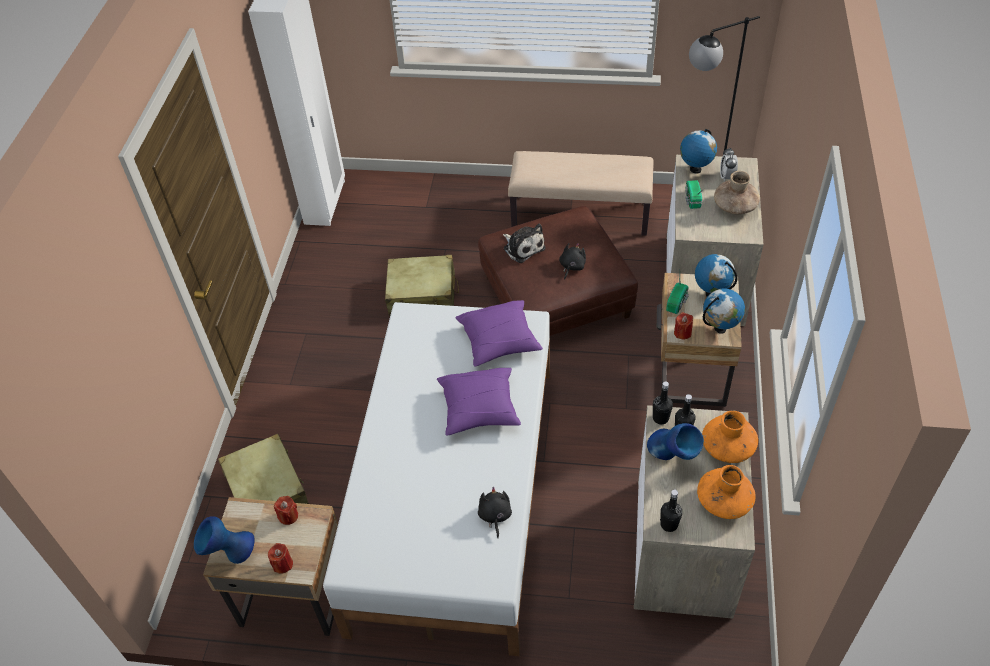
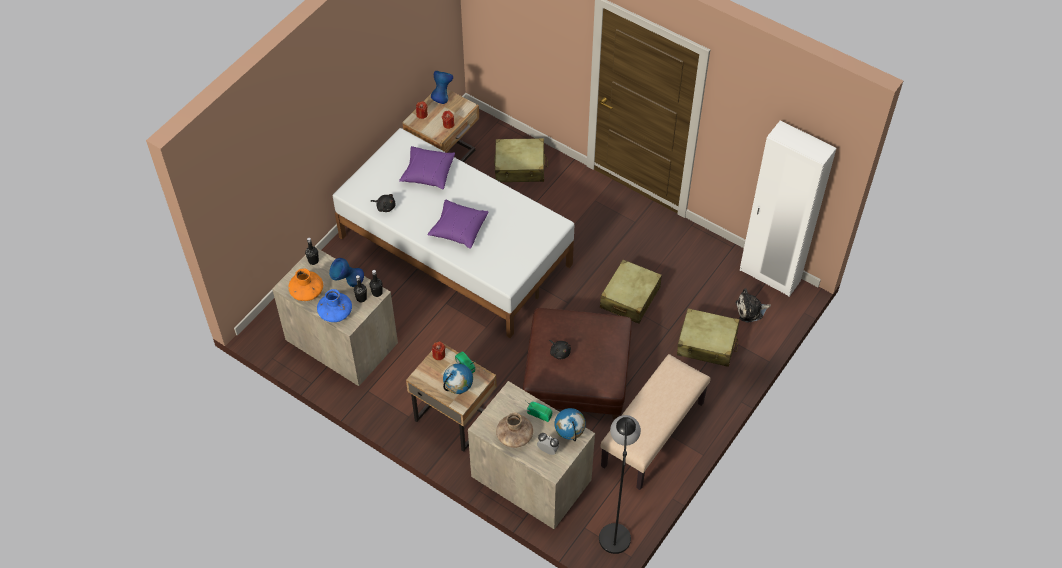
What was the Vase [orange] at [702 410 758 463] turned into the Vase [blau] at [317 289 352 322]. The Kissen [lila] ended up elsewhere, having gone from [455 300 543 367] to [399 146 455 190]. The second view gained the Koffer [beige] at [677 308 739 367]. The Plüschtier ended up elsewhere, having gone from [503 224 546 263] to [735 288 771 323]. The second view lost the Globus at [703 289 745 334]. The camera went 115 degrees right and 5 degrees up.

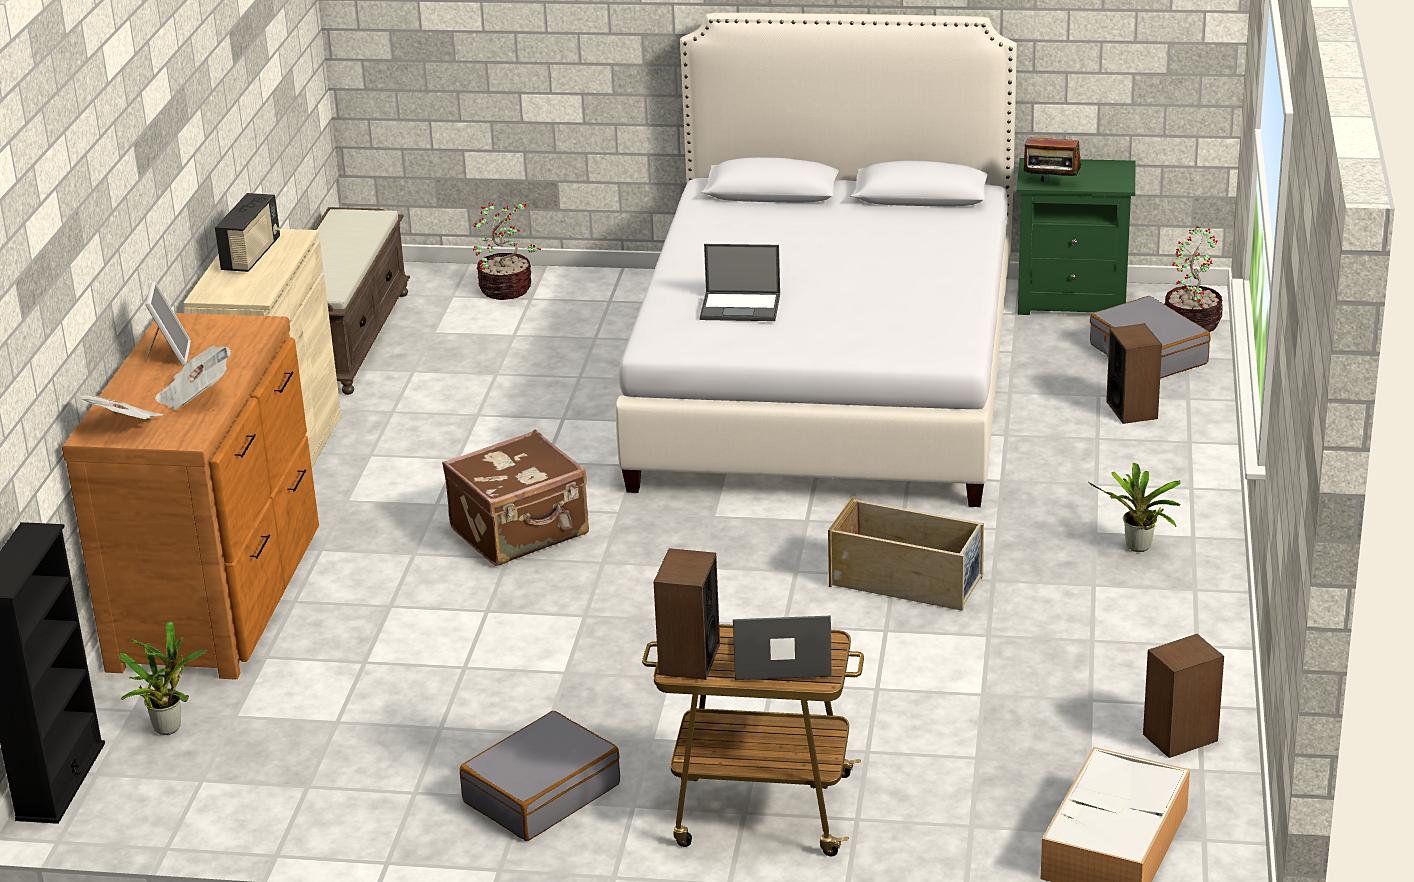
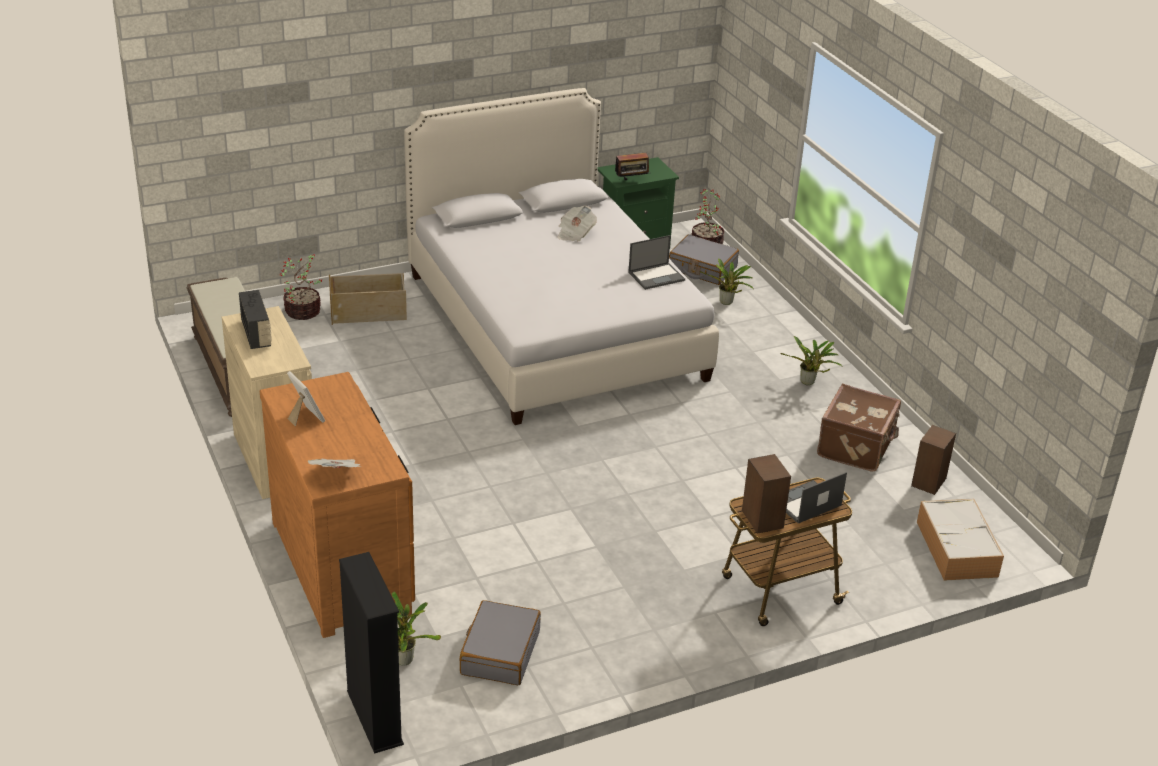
The Aufbewahrungsbox [beige] ended up elsewhere, having gone from [828 496 984 611] to [329 273 407 325]. The Koffer [grau] ended up elsewhere, having gone from [460 711 620 841] to [460 600 541 685]. The Zeitung ended up elsewhere, having gone from [155 346 231 410] to [557 206 597 241]. The Laptop ended up elsewhere, having gone from [700 244 780 321] to [628 235 685 290]. Where the Lautsprecher stood at [1106 323 1162 424], the Topfpflanze came to stand at [700 258 754 305]. The Koffer [braun] ended up elsewhere, having gone from [442 430 589 566] to [817 384 901 472]. The camera went 35 degrees left and 5 degrees up.

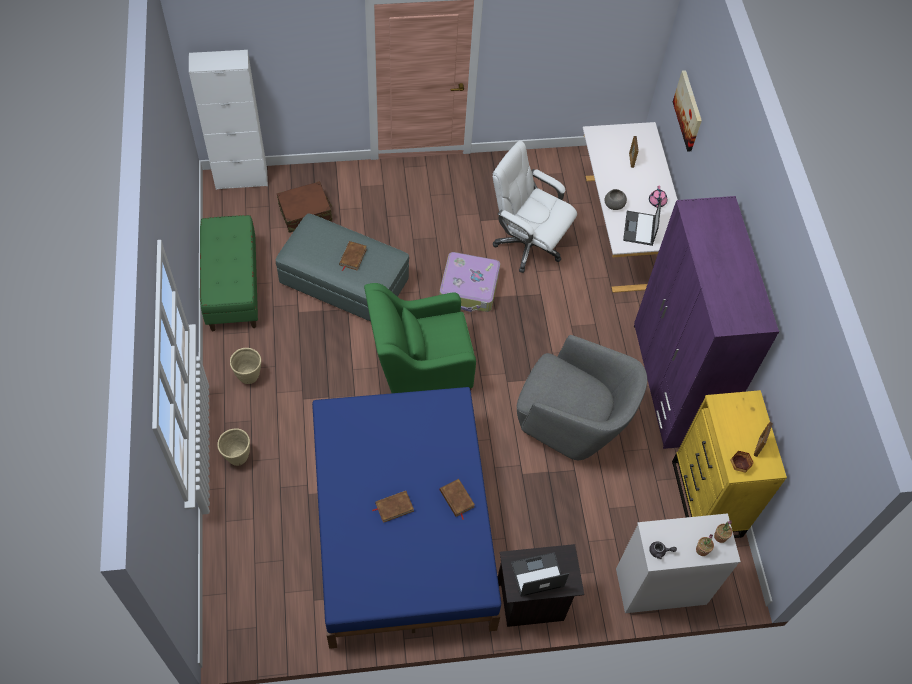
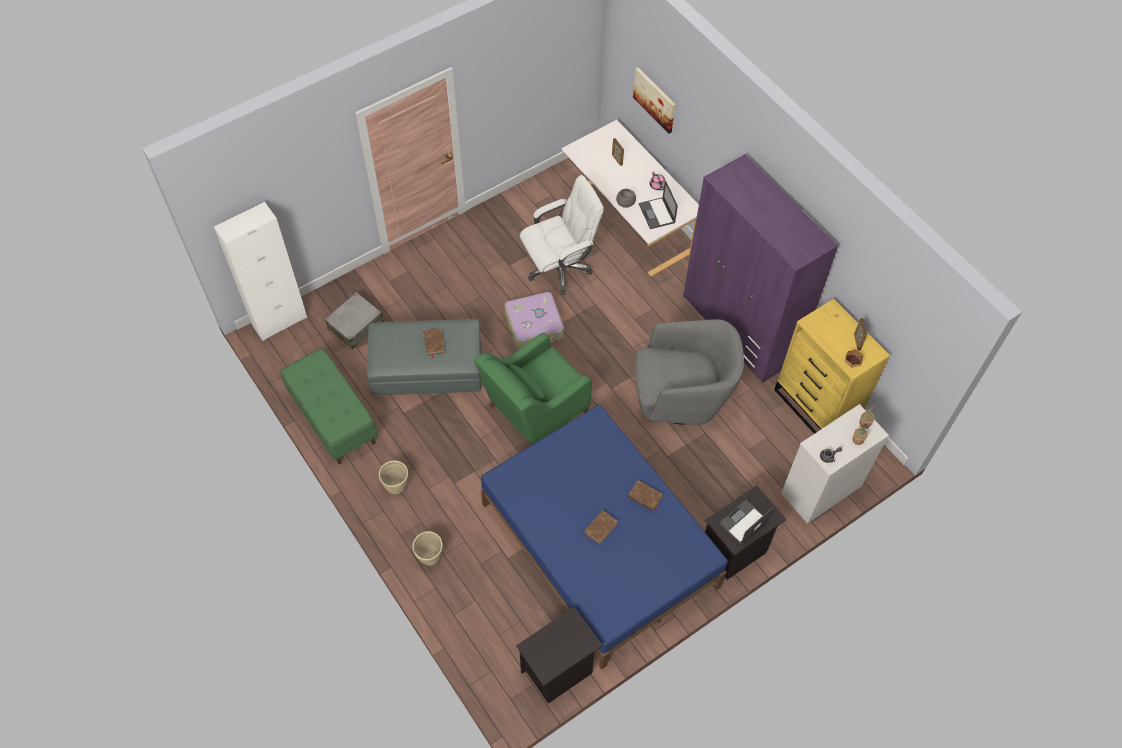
What was the Koffer [braun] at [277 181 332 233] turned into the Koffer [grau] at [325 292 384 349]. The second view gained the Nachttisch [schwarz] at [516 607 603 704]. The Bürostuhl [weiß] at [493 141 577 273] ended up facing another way, 150 degrees clockwise from before. The camera went 25 degrees left and 0 degrees up.

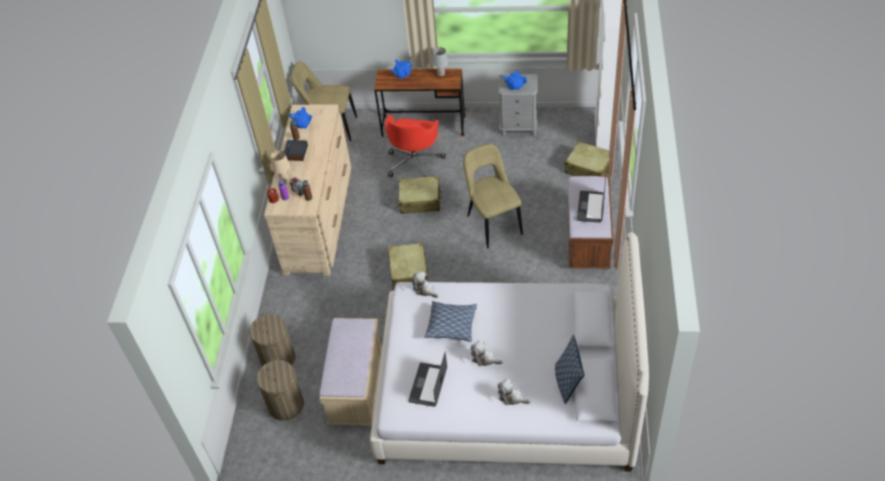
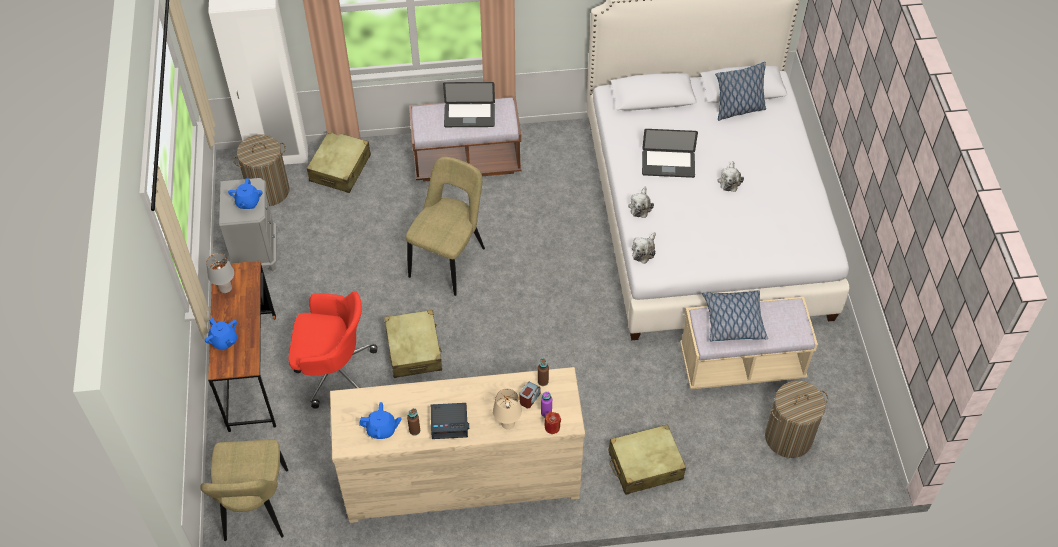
The Wäschekorb ended up elsewhere, having gone from [249 312 295 366] to [233 135 290 206]. The Stuhl [beige] at [463 144 523 248] ended up facing another way, 150 degrees clockwise from before. The Koffer [beige] ended up elsewhere, having gone from [388 243 428 290] to [608 424 686 495]. The Plüschtier ended up elsewhere, having gone from [498 379 531 405] to [628 187 654 218]. The Laptop ended up elsewhere, having gone from [408 352 447 407] to [642 129 698 178]. The Kissen ended up elsewhere, having gone from [425 301 477 342] to [702 290 768 341]. The camera went 105 degrees left and 5 degrees up.

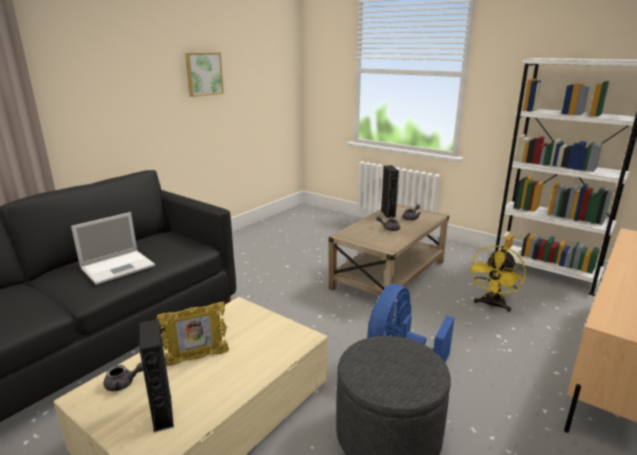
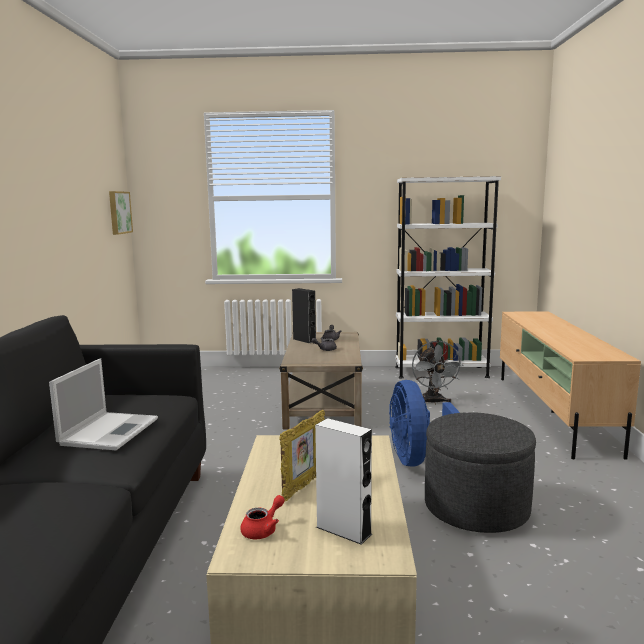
The Bild ended up elsewhere, having gone from [185 52 224 97] to [109 191 133 235]. What was the Teekanne [grau] at [104 362 143 391] turned into the Teekanne [rot] at [240 495 285 539]. What was the Lautsprecher [schwarz] at [139 319 174 432] turned into the Lautsprecher [weiß] at [315 418 372 545]. What was the Ventilator [gelb] at [469 245 526 312] turned into the Ventilator [grau] at [412 340 463 405]. The camera went 35 degrees left and 10 degrees down.

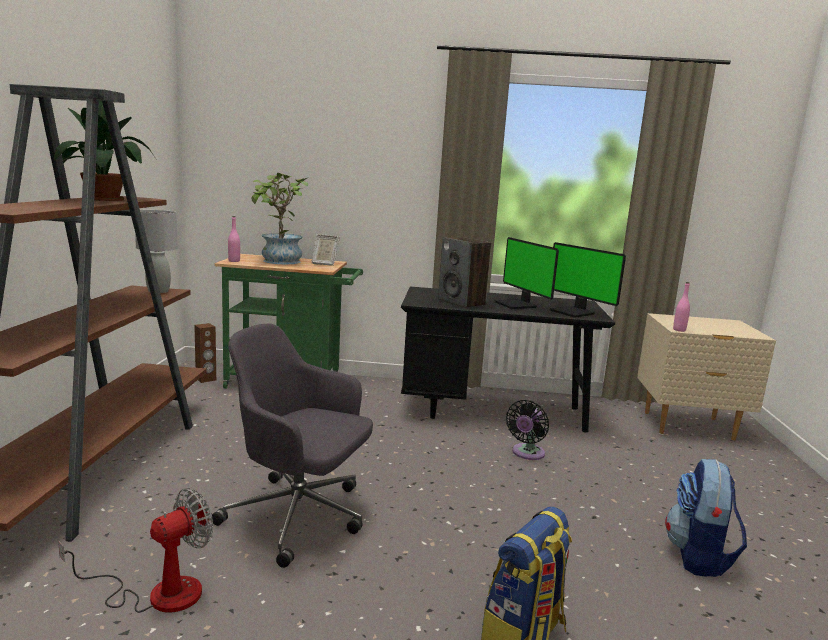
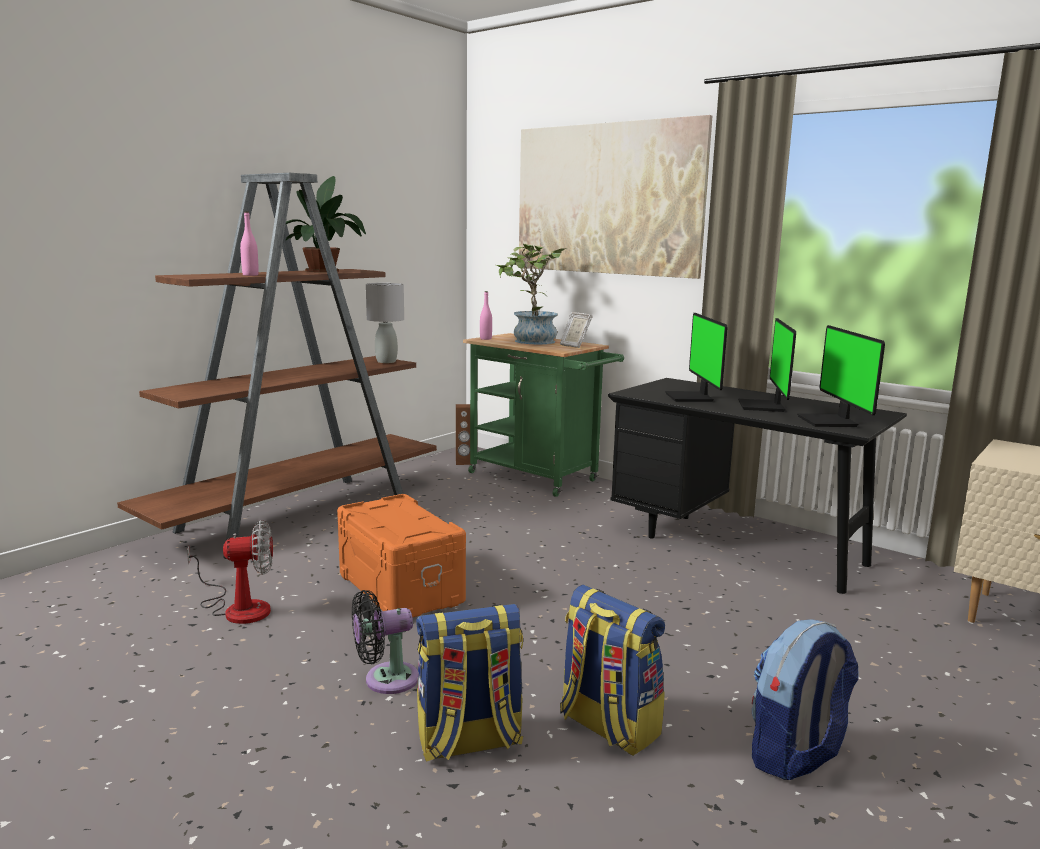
The Flasche [rosa] ended up elsewhere, having gone from [673 282 690 332] to [240 212 259 276]. Where the Bürostuhl [grau] stood at [212 324 373 568], the Aufbewahrungsbox [orange] came to stand at [337 494 466 617]. The Ventilator [schwarz] ended up elsewhere, having gone from [506 400 549 460] to [352 590 419 694]. The second view gained the Bild at [519 115 712 279]. The second view gained the Rucksack at [560 585 665 756]. Where the Lautsprecher stood at [438 237 491 308], the Monitor came to stand at [665 313 728 402]. The camera went 35 degrees right and 0 degrees up.

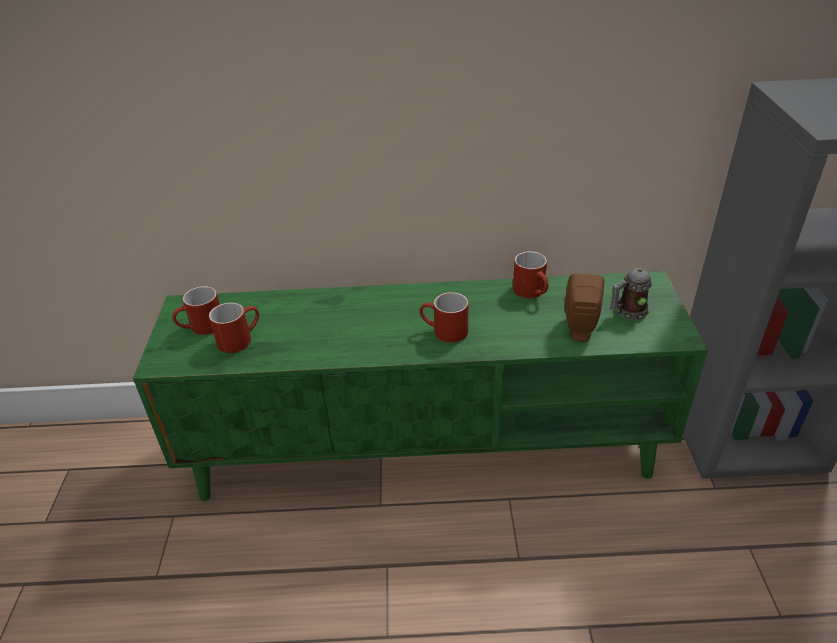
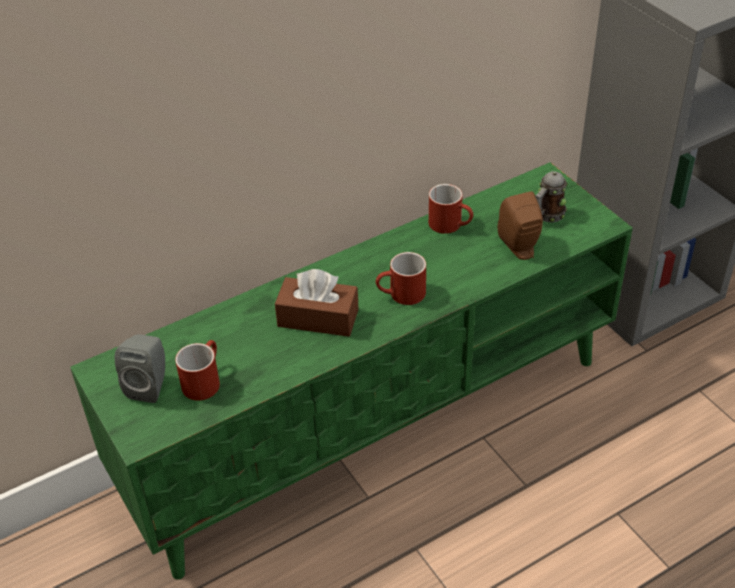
Where the Henkelbecher [rot] stood at [172 286 220 335], the Lautsprecher [grau] came to stand at [115 334 165 403]. The second view gained the Taschentuchbox [braun] at [275 269 359 337]. The camera went 30 degrees left and 5 degrees up.

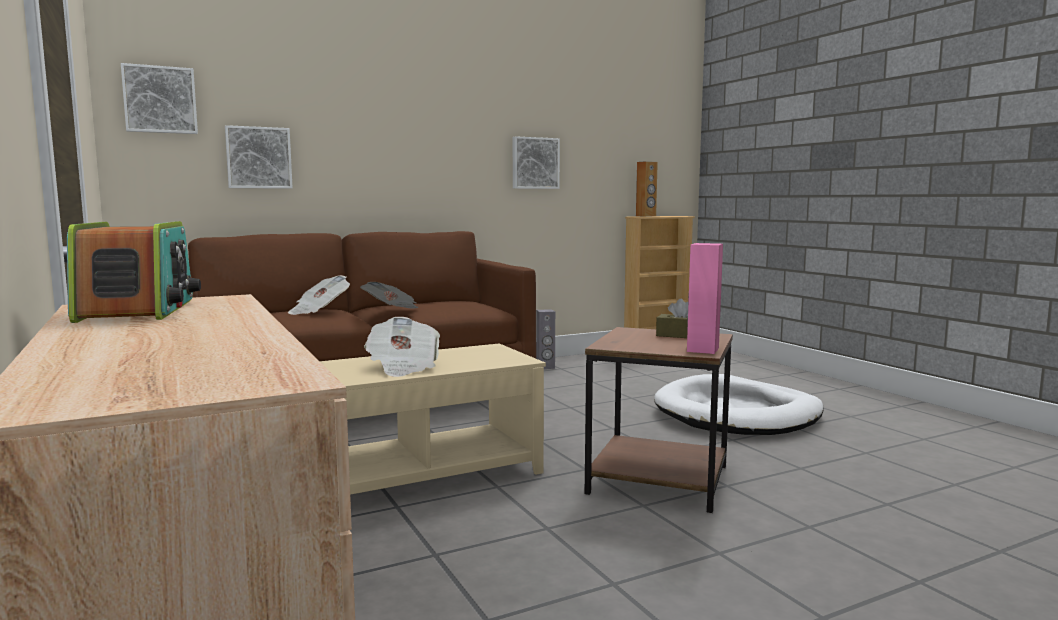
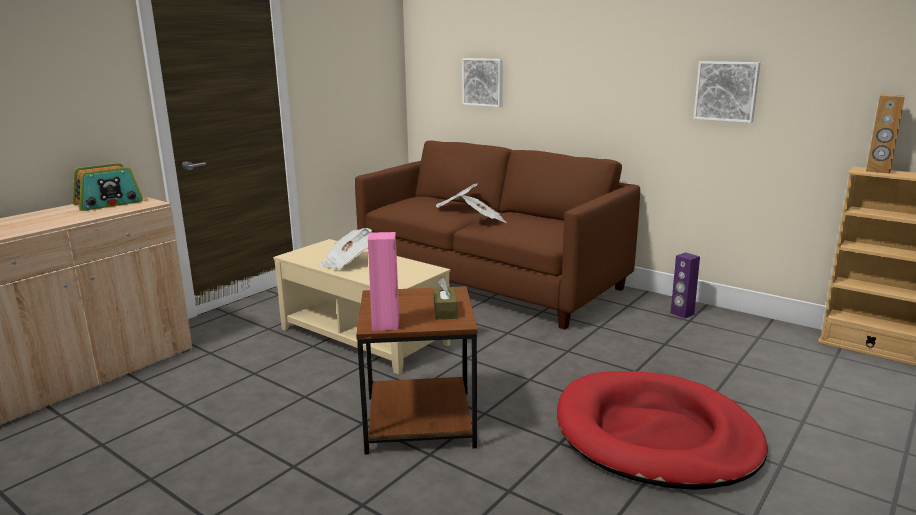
What was the Hundebett [weiß] at [654 374 824 435] turned into the Hundebett [rot] at [557 371 768 490]. What was the Lautsprecher [grau] at [536 309 555 369] turned into the Lautsprecher [lila] at [671 252 700 318]. The second view lost the Bild at [121 63 198 134]. The camera went 65 degrees right and 10 degrees up.

